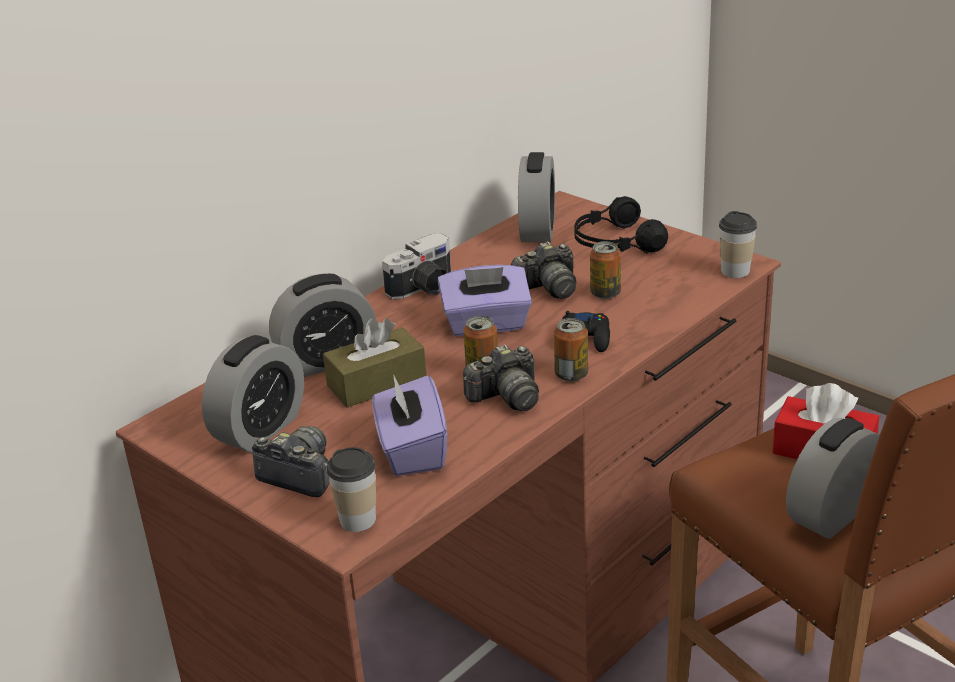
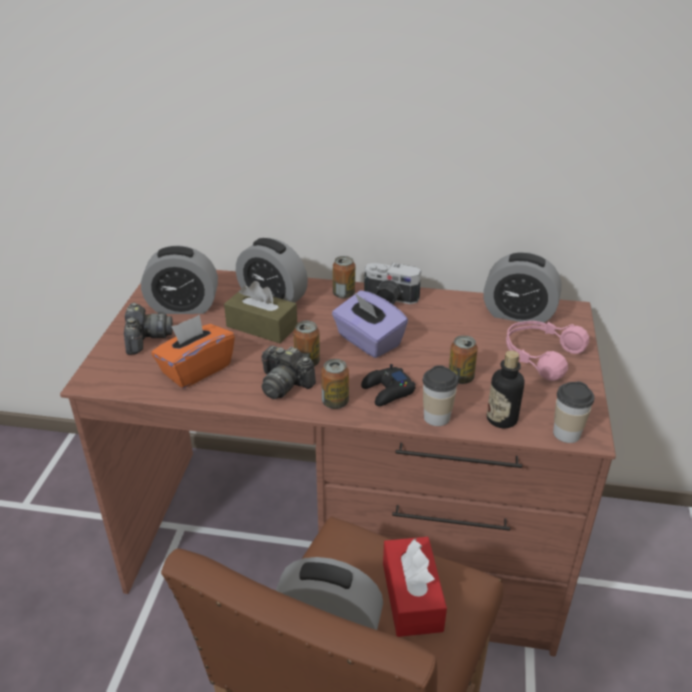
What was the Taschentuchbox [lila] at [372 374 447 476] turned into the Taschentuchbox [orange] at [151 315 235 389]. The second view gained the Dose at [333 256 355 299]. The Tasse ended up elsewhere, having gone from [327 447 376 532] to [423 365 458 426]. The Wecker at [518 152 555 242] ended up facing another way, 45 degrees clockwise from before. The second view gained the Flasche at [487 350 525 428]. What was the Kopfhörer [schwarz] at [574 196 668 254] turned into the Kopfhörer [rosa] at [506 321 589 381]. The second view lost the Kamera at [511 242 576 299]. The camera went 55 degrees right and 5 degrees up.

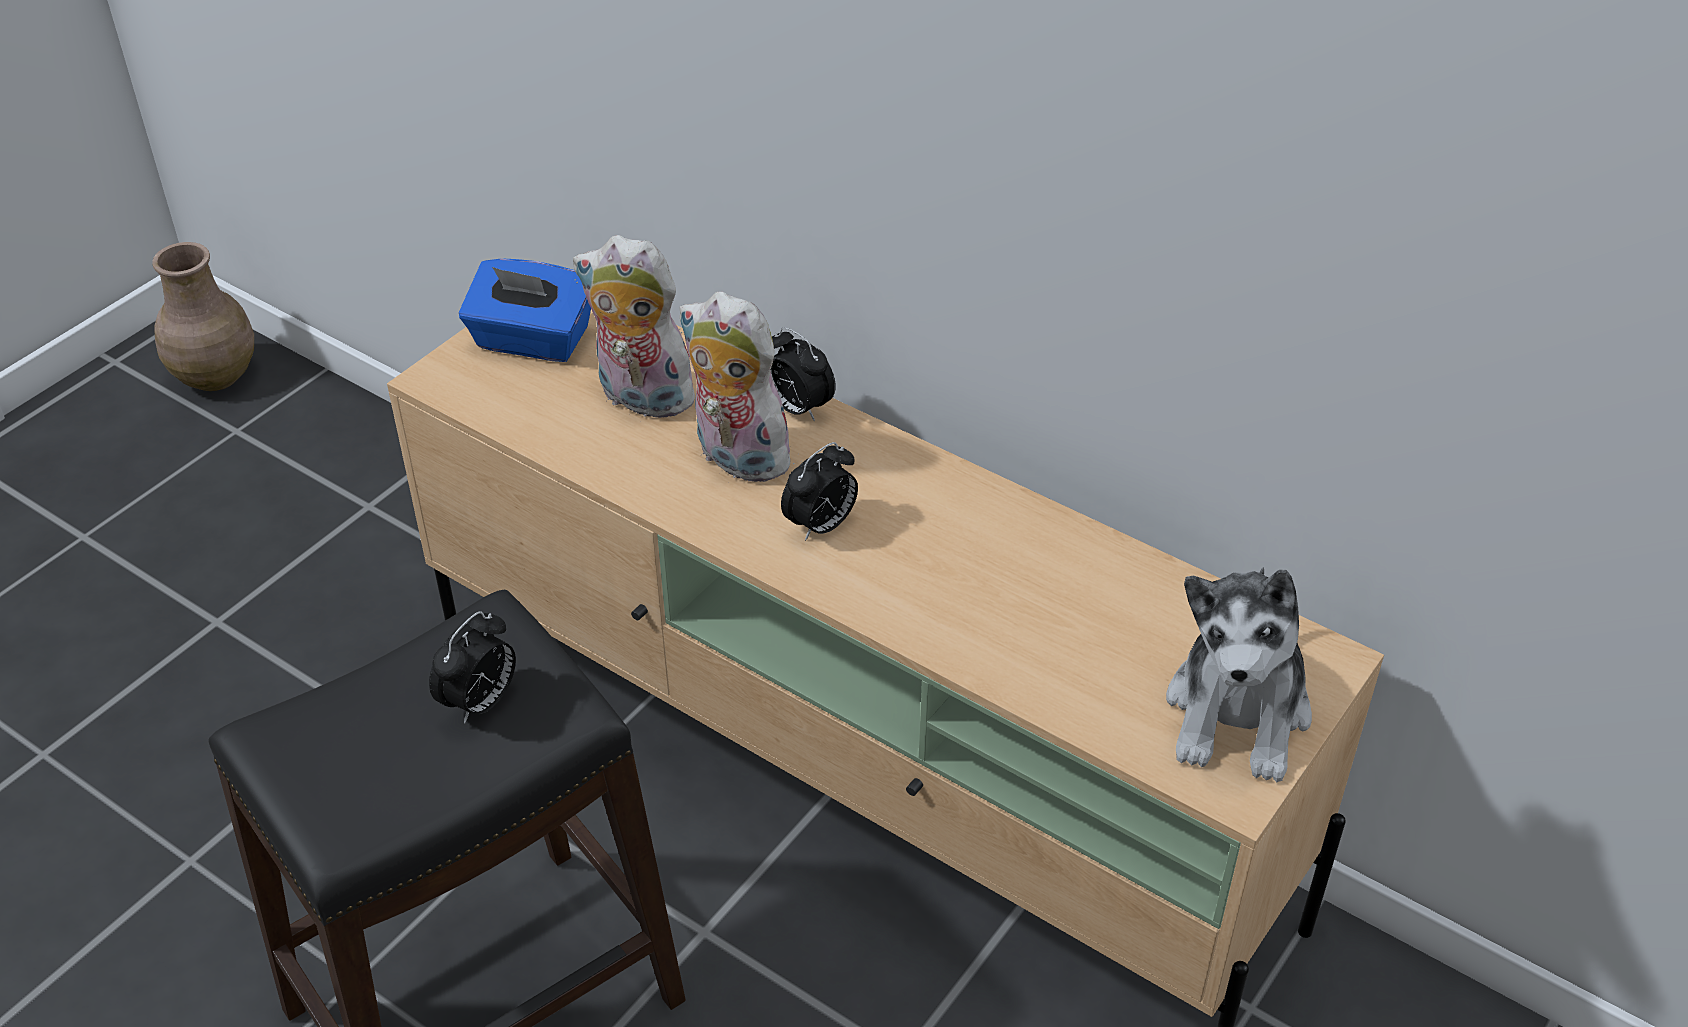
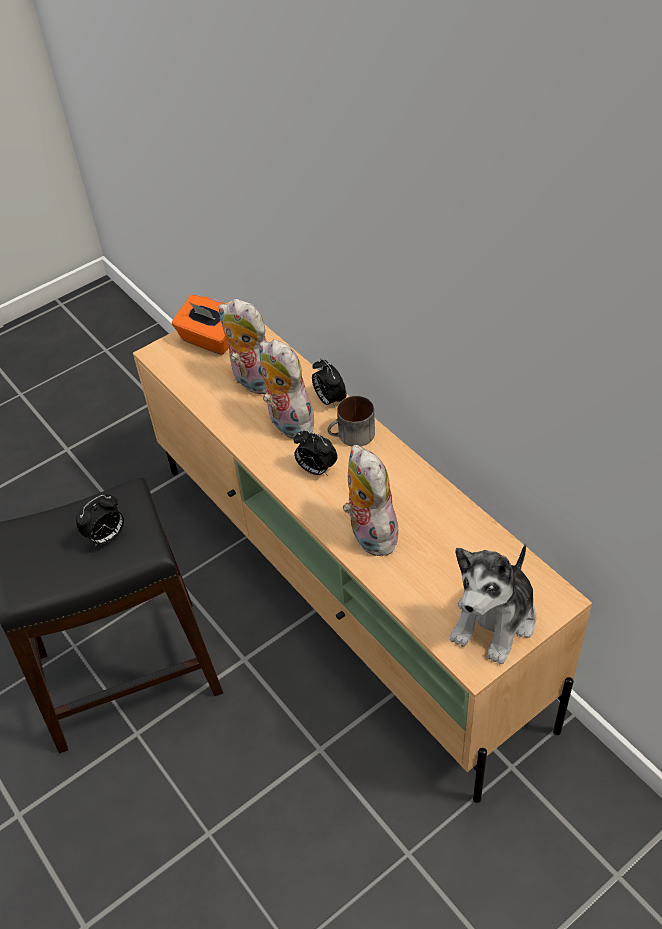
What was the Taschentuchbox [blau] at [459 258 591 362] turned into the Taschentuchbox [orange] at [172 295 229 355]. The Wecker at [781 442 858 541] ended up facing another way, 60 degrees clockwise from before. The second view gained the Henkelbecher at [327 396 375 446]. The second view gained the Plüschtier at [343 445 398 556]. The second view lost the Vase [braun] at [152 242 254 391]. The camera went 20 degrees right and 5 degrees up.

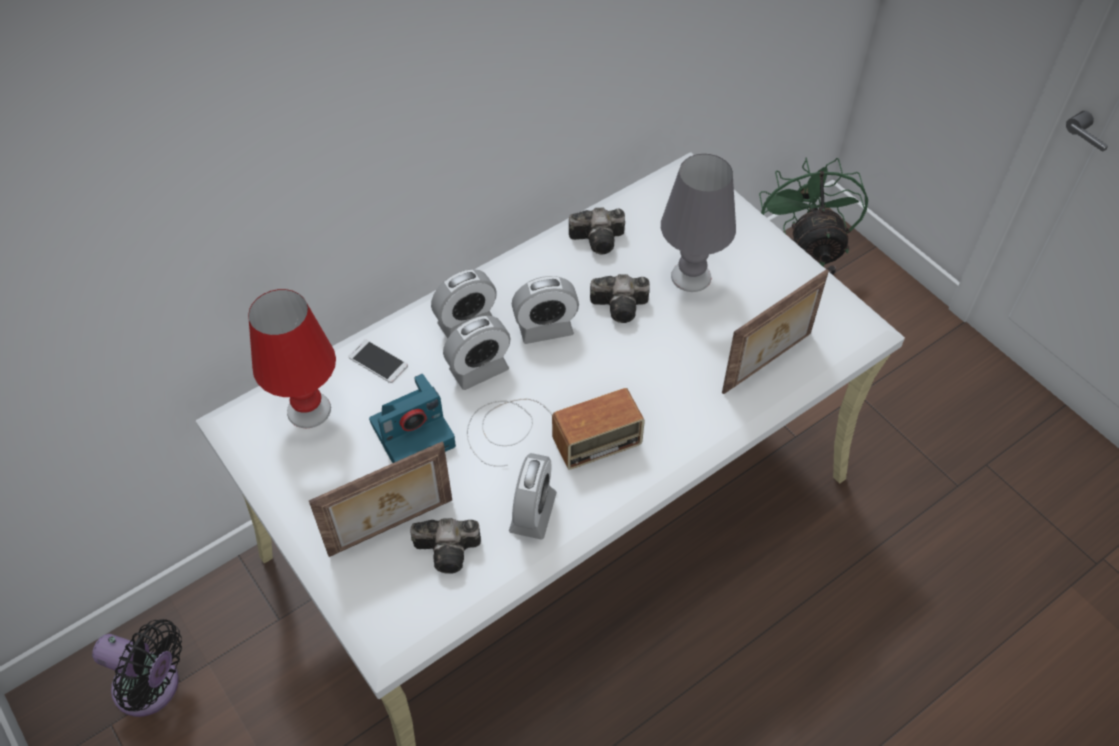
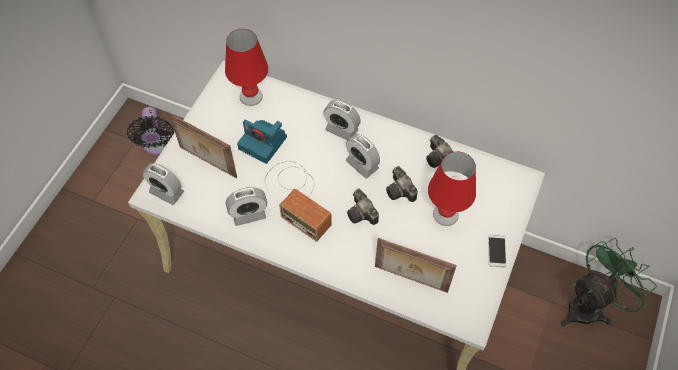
The Wecker ended up elsewhere, having gone from [443 316 511 390] to [143 163 184 205]. The Kamera ended up elsewhere, having gone from [410 518 481 574] to [347 189 379 225]. What was the Tischlampe [grau] at [661 154 736 292] turned into the Tischlampe [rot] at [428 151 476 226]. The Handy ended up elsewhere, having gone from [349 340 408 383] to [488 234 506 268]. The camera went 60 degrees right and 5 degrees up.

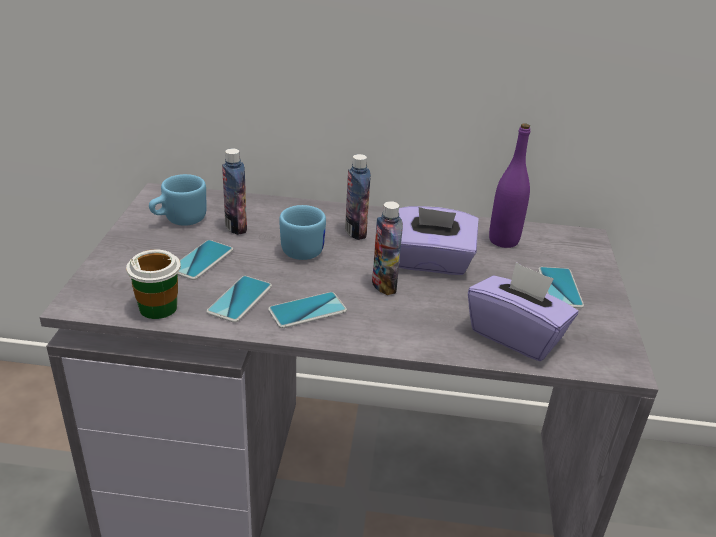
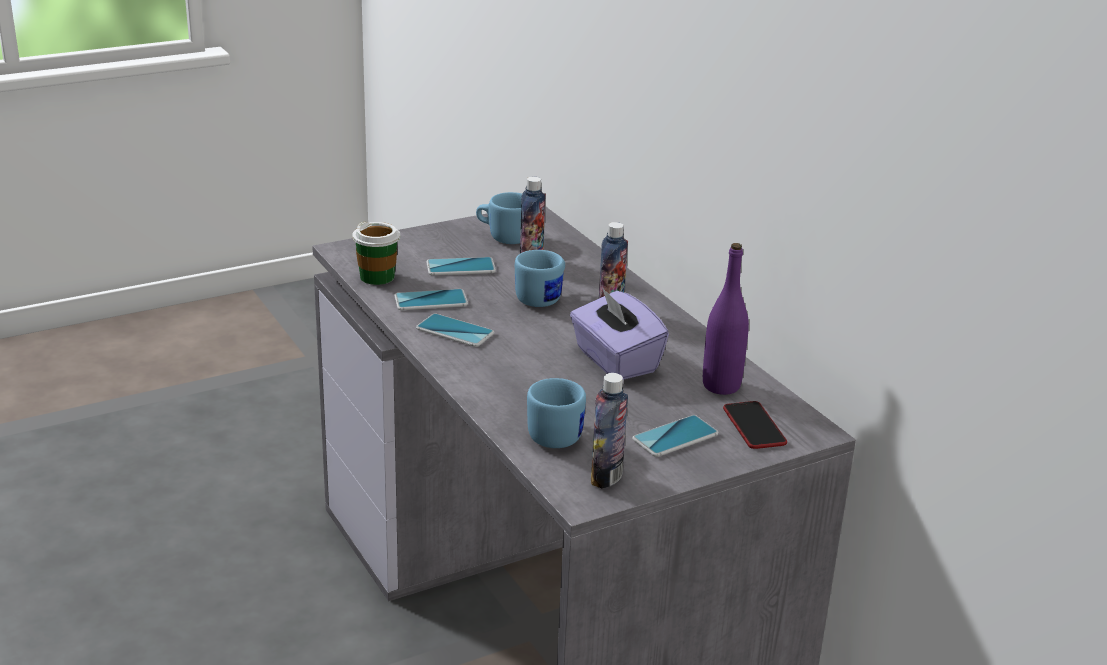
Where the Taschentuchbox [lila] stood at [468 262 578 361], the Henkelbecher [blau] came to stand at [527 378 586 448]. The Flasche ended up elsewhere, having gone from [372 201 403 295] to [591 373 628 489]. The second view gained the Handy at [723 401 787 449]. The camera went 55 degrees right and 5 degrees down.

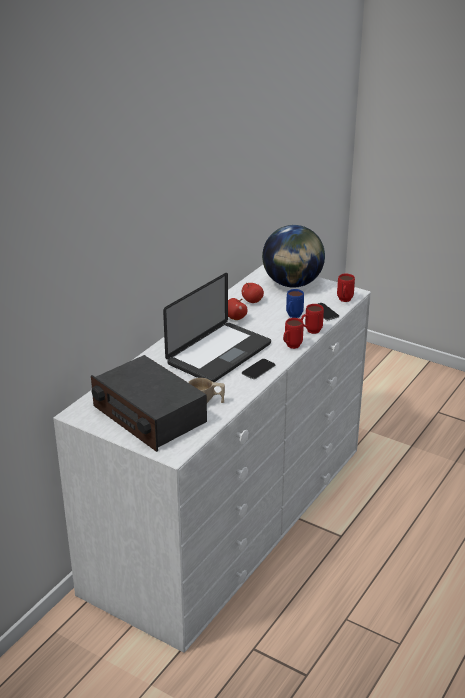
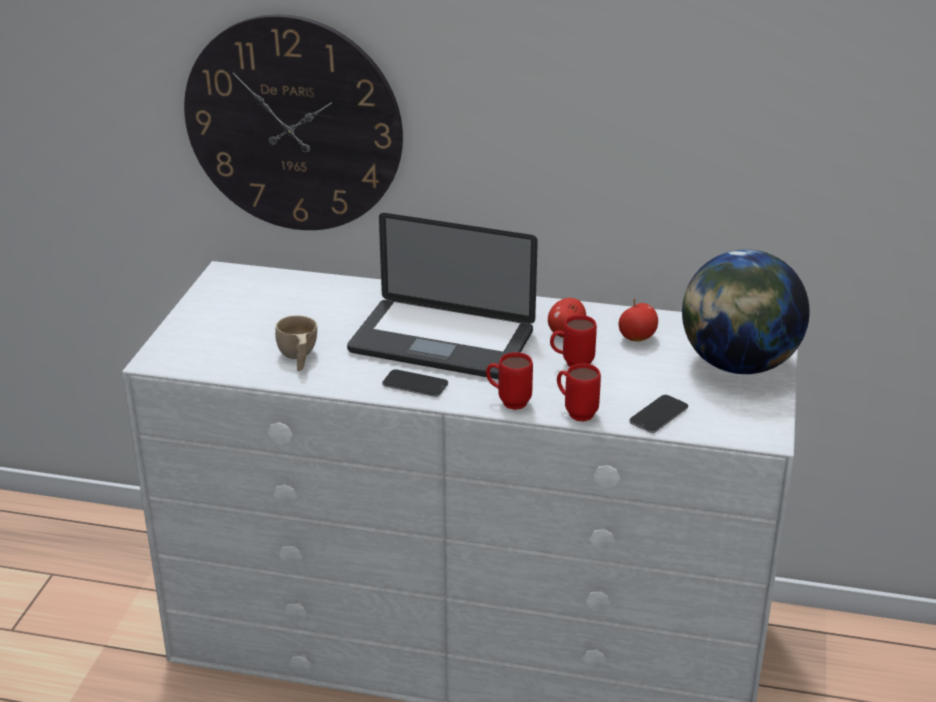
The second view gained the Wanduhr at [184 14 403 230]. The Henkelbecher [rot] ended up elsewhere, having gone from [337 274 355 302] to [550 315 597 367]. The second view lost the Radio at [91 355 207 452]. The second view lost the Henkelbecher [blau] at [286 289 304 318]. The camera went 70 degrees right and 0 degrees up.

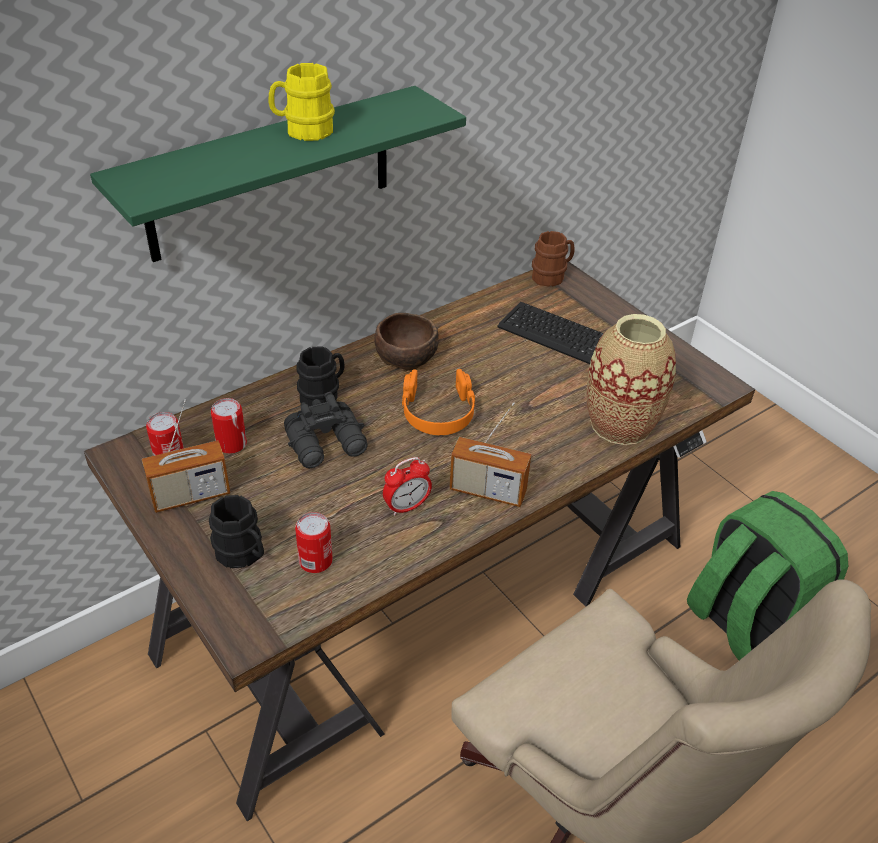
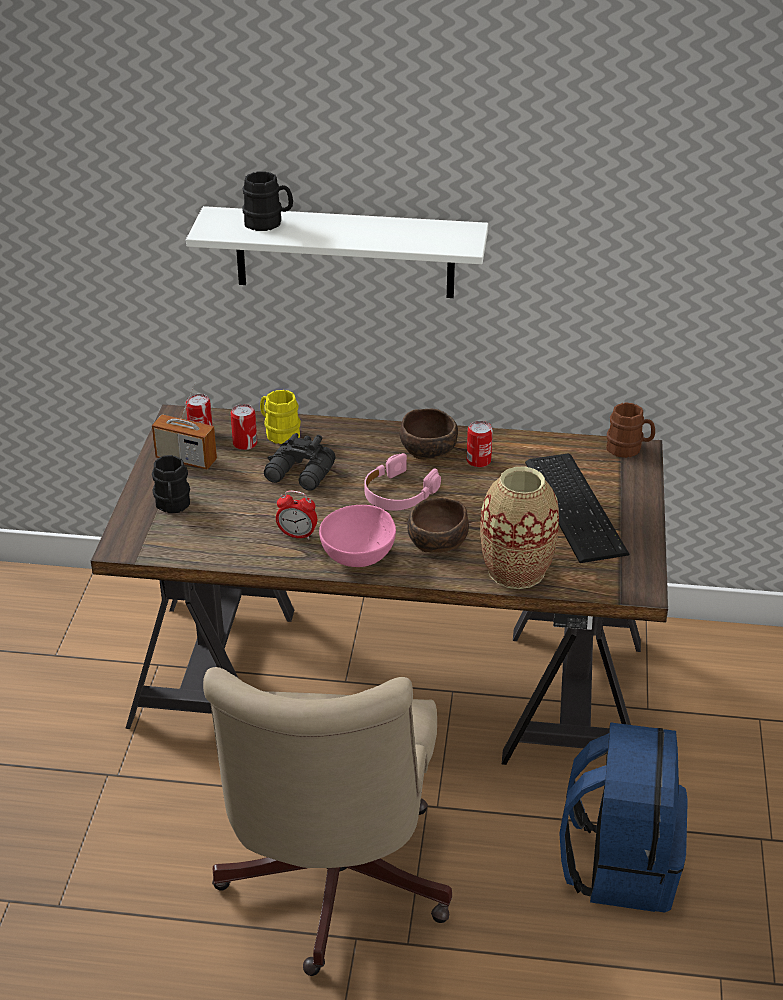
What was the Wandregal [grün] at [90 86 466 262] turned into the Wandregal [weiß] at [186 206 488 298]. The Henkelbecher [schwarz] ended up elsewhere, having gone from [297 347 345 406] to [242 171 293 231]. The Henkelbecher [gelb] ended up elsewhere, having gone from [268 63 335 141] to [260 390 301 444]. Where the Radio stood at [449 402 531 507], the Schüssel [rosa] came to stand at [319 505 396 567]. What was the Kopfhörer [orange] at [402 369 475 435] turned into the Kopfhörer [rosa] at [364 453 441 511]. The second view gained the Schüssel [braun] at [407 498 469 553]. The Dose ended up elsewhere, having gone from [295 512 333 573] to [467 421 493 467]. What was the Rucksack [grün] at [687 491 848 660] turned into the Rucksack [blau] at [559 722 688 913]. The camera went 45 degrees right and 5 degrees down.

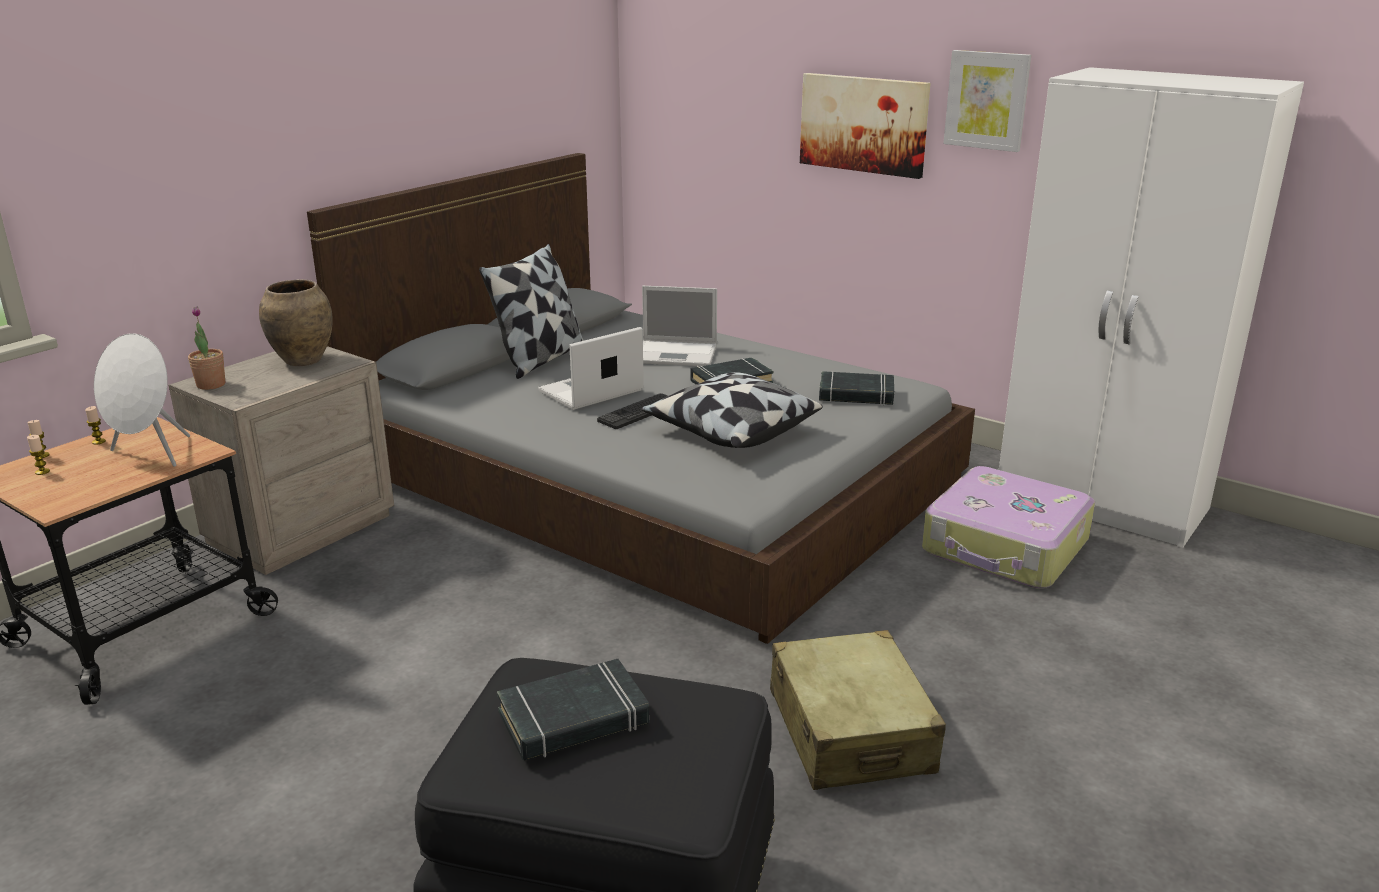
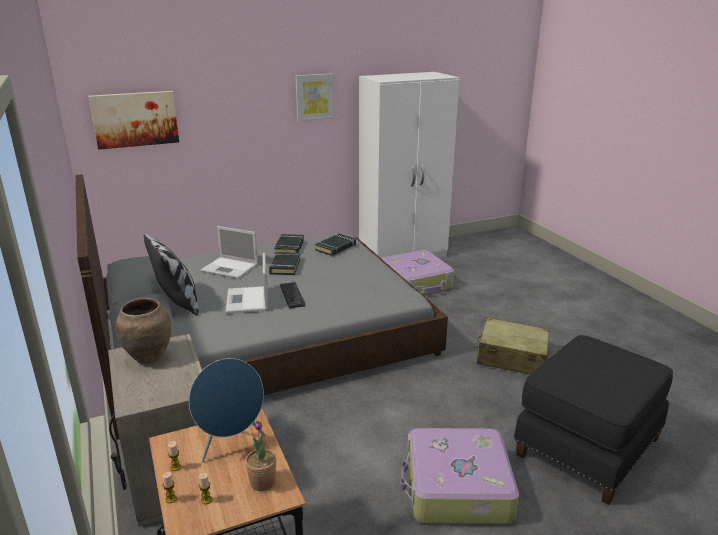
The Bild ended up elsewhere, having gone from [800 73 931 179] to [89 91 179 150]. What was the Lautsprecher [weiß] at [94 333 190 467] turned into the Lautsprecher [blau] at [189 358 265 462]. The Laptop at [642 286 717 366] ended up facing another way, 75 degrees clockwise from before. The Topfpflanze ended up elsewhere, having gone from [188 306 225 390] to [245 421 276 491]. The Buch [schwarz] ended up elsewhere, having gone from [497 659 649 761] to [274 234 304 254]. The second view gained the Koffer at [401 428 519 524]. The second view lost the Kissen at [641 372 823 448]. The camera went 60 degrees left and 0 degrees up.

